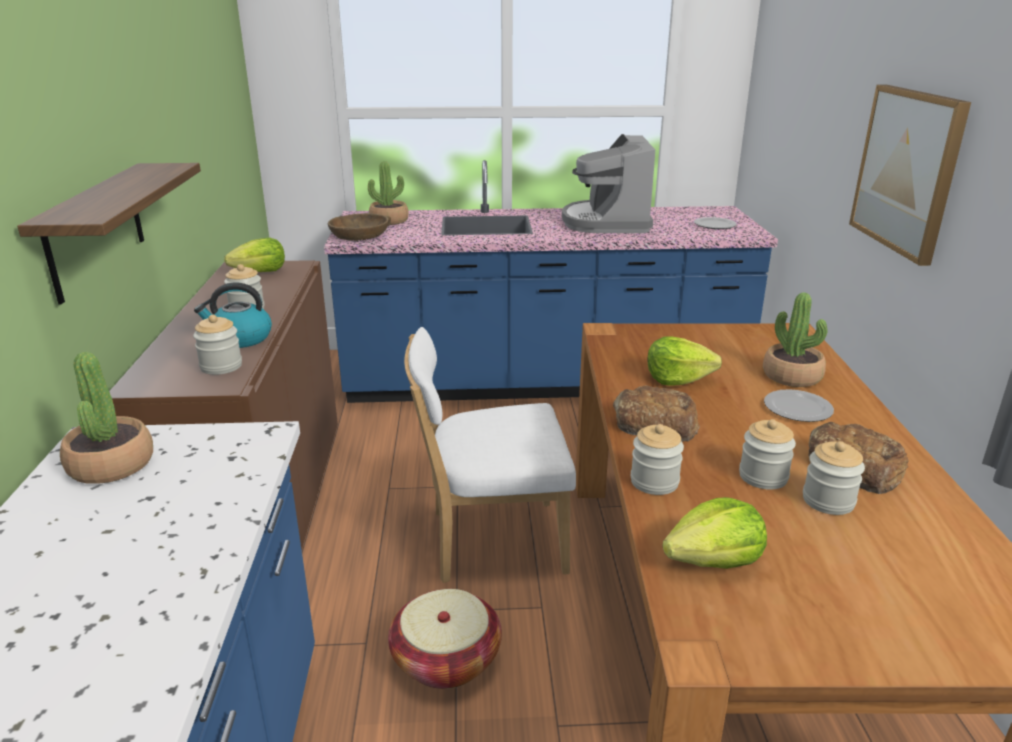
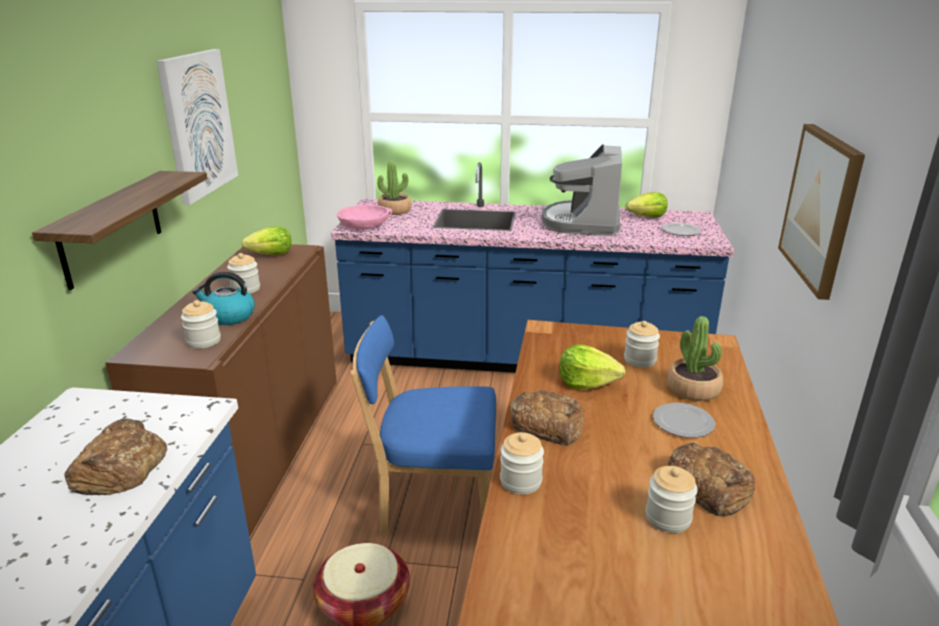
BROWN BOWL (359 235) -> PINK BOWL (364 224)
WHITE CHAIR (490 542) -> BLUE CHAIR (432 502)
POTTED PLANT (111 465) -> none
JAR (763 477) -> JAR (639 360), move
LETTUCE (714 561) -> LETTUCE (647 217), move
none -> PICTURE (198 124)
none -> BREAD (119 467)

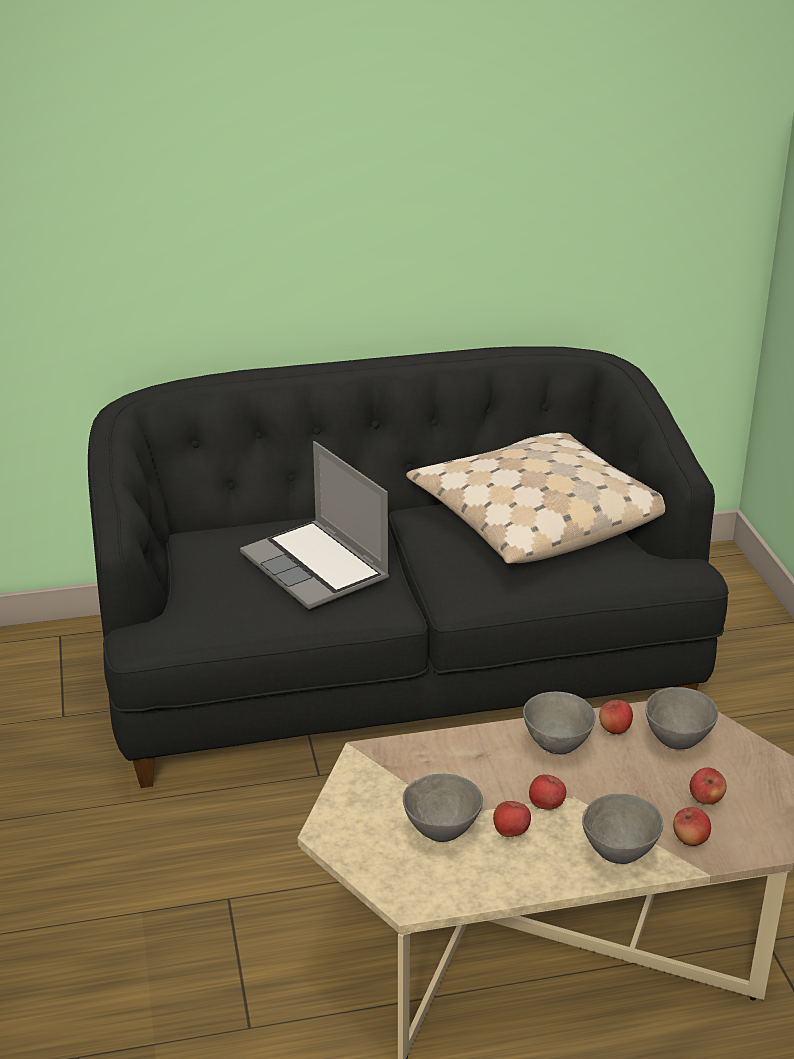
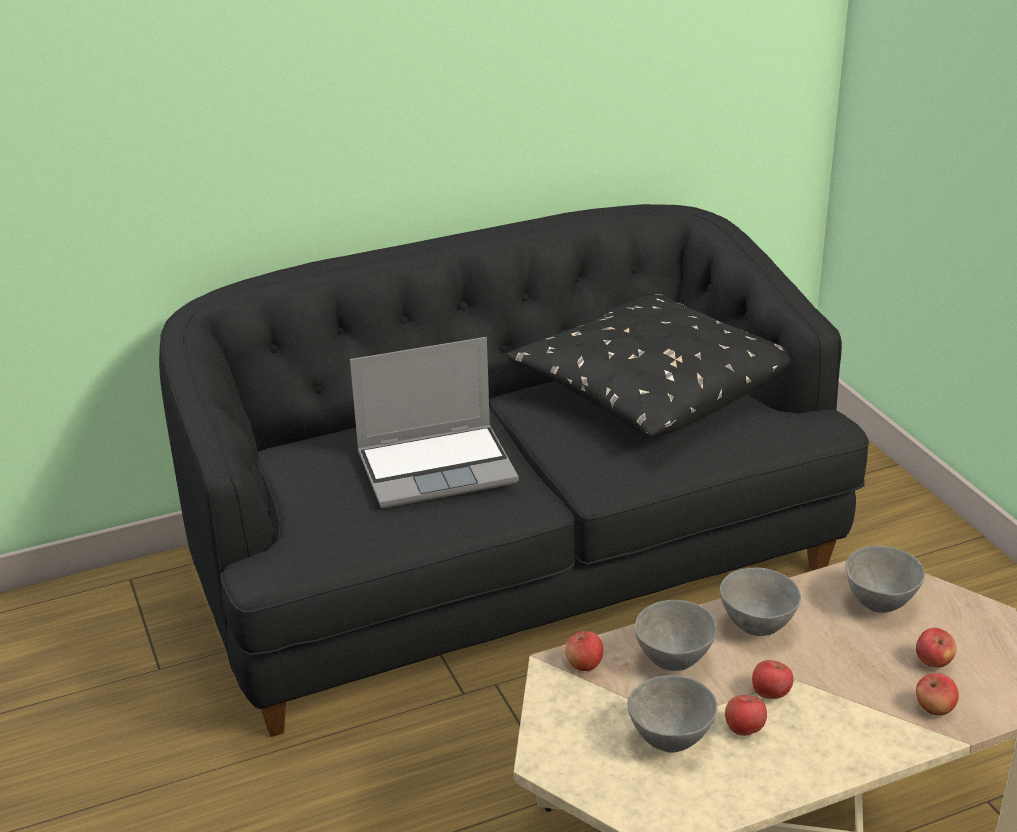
BEIGE PILLOW (535 519) -> BLACK PILLOW (650 387)
LAPTOP (317 568) -> LAPTOP (438 467), 60 degrees counterclockwise
APPLE (615 729) -> APPLE (584 665), move
GREY BOWL (619 854) -> GREY BOWL (674 661), move

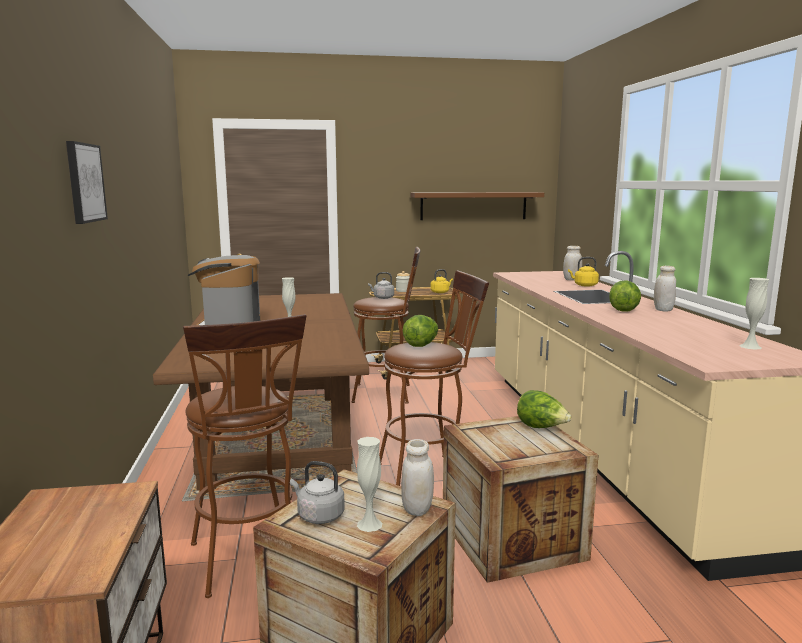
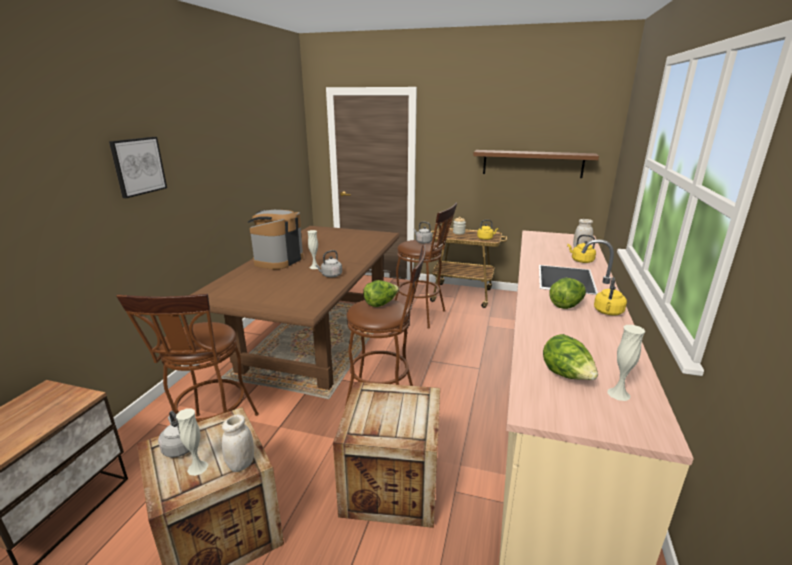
WHITE JAR (663 310) -> YELLOW KETTLE (608 312)
LETTUCE (541 428) -> LETTUCE (567 376), move
none -> GREY KETTLE (330 275)

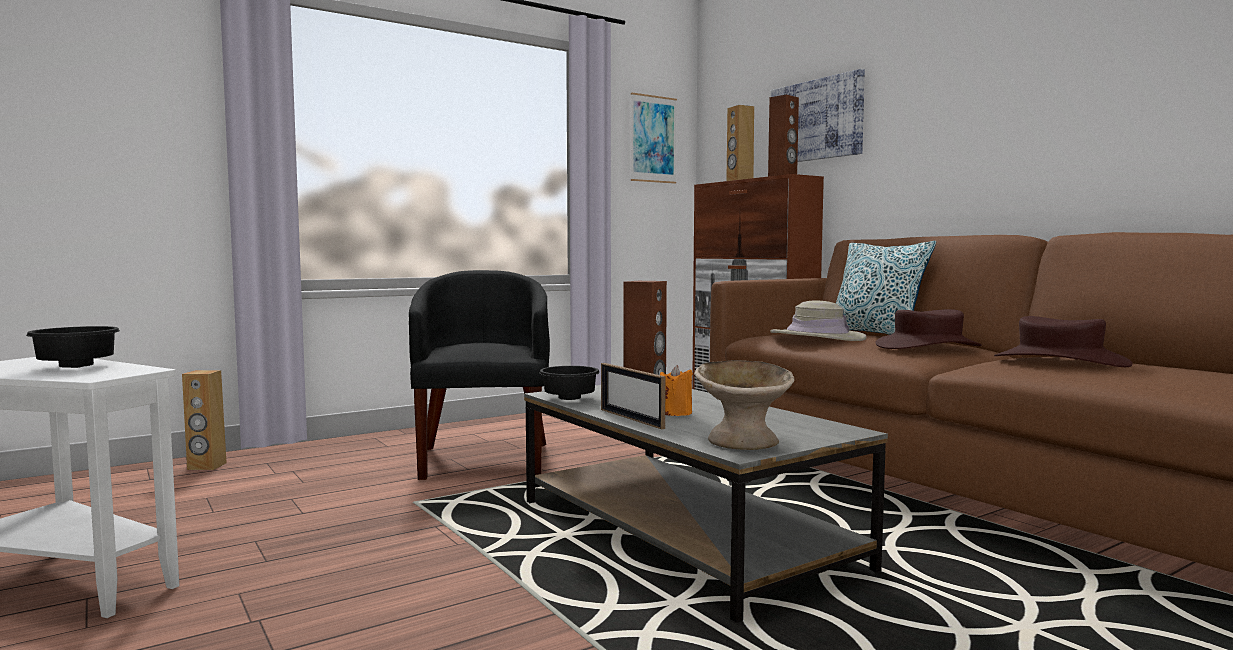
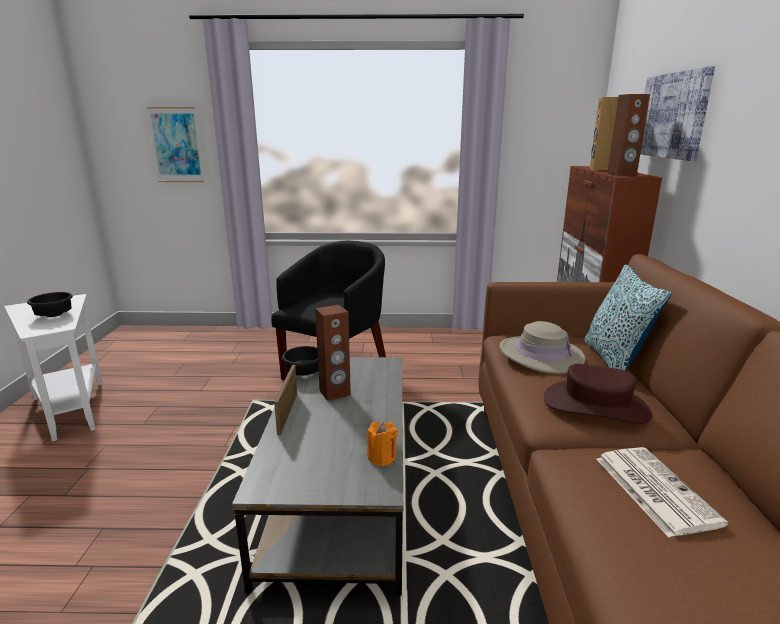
PICTURE (653 139) -> PICTURE (176 145), move
BROWN HAT (1059 361) -> NEWSPAPER (653 489)
BEIGE BOWL (743 442) -> none
ORANGE CANDLE (675 413) -> ORANGE CANDLE (382 457), move
BROWN SPEAKER (206 466) -> none

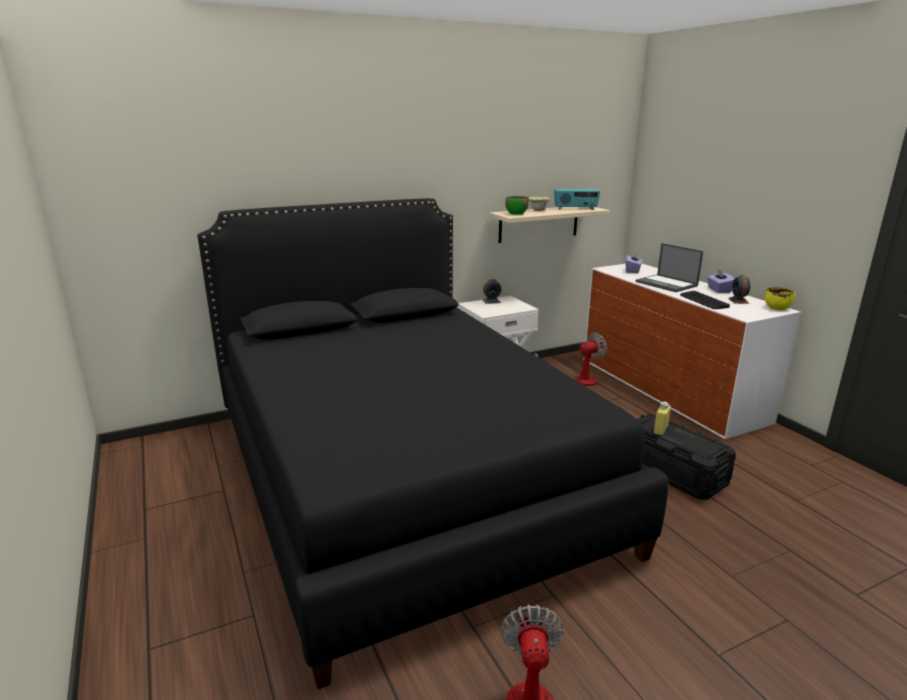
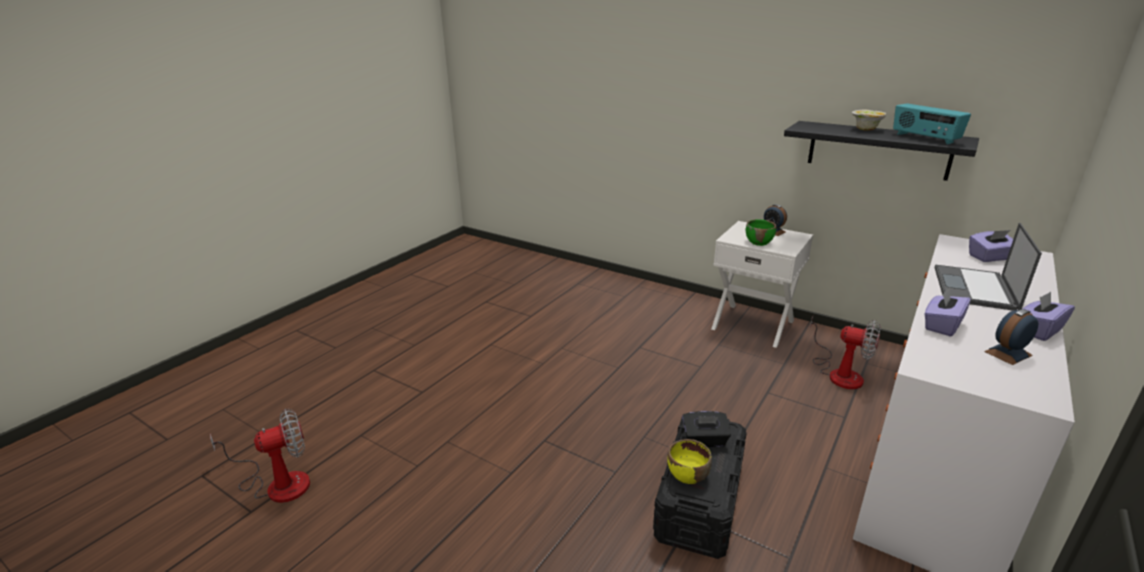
GREEN BOWL (516 213) -> GREEN BOWL (759 242), move
BLACK BED (404 478) -> none
BEIGE SHELF (538 223) -> BLACK SHELF (878 150)
YELLOW BOWL (777 308) -> YELLOW BOWL (687 475), move
KEYBOARD (703 301) -> PURPLE TISSUE BOX (941 325)
YELLOW BOTTLE (660 429) -> BLACK TISSUE BOX (704 440)

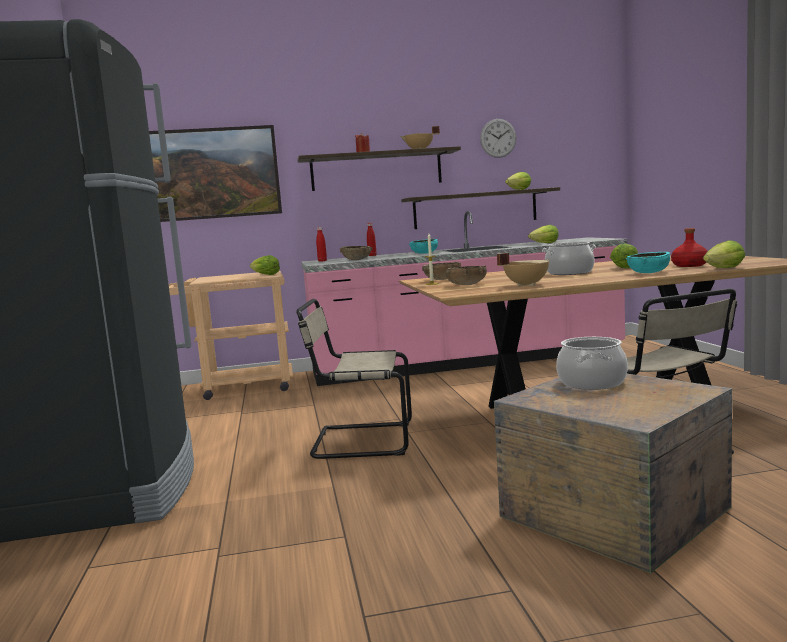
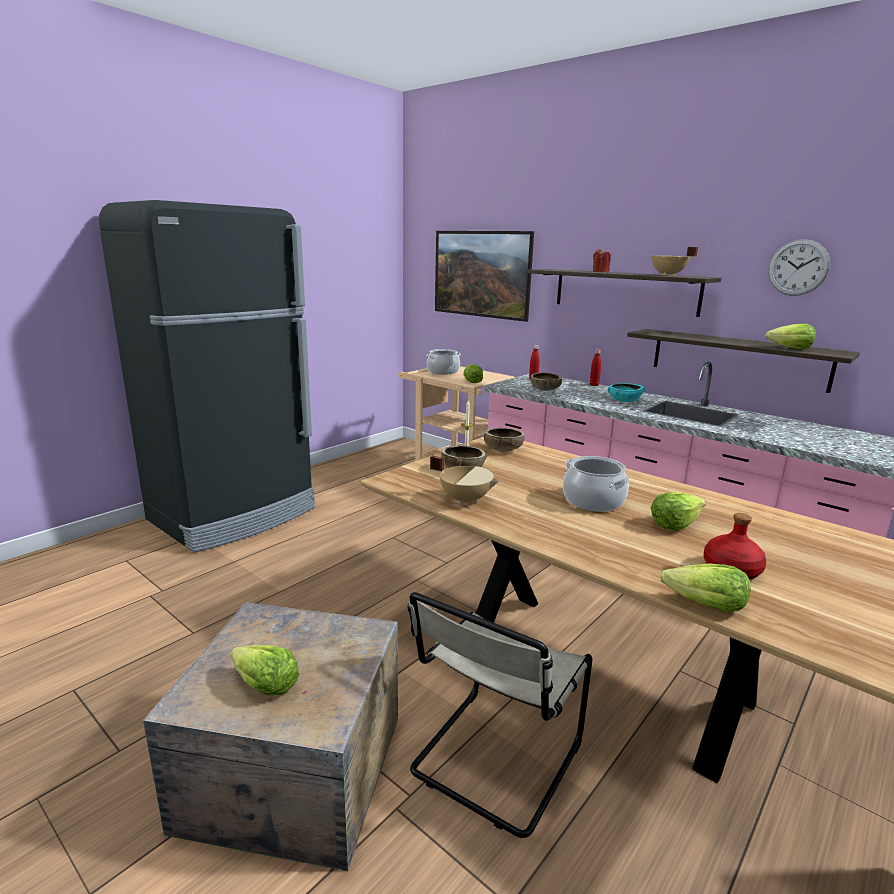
LETTUCE (545 243) -> LETTUCE (264 685), move
TURQUOISE BOWL (648 273) -> none
BEIGE CHAIR (359 441) -> none
COOKING POT (592 383) -> COOKING POT (443 372), move

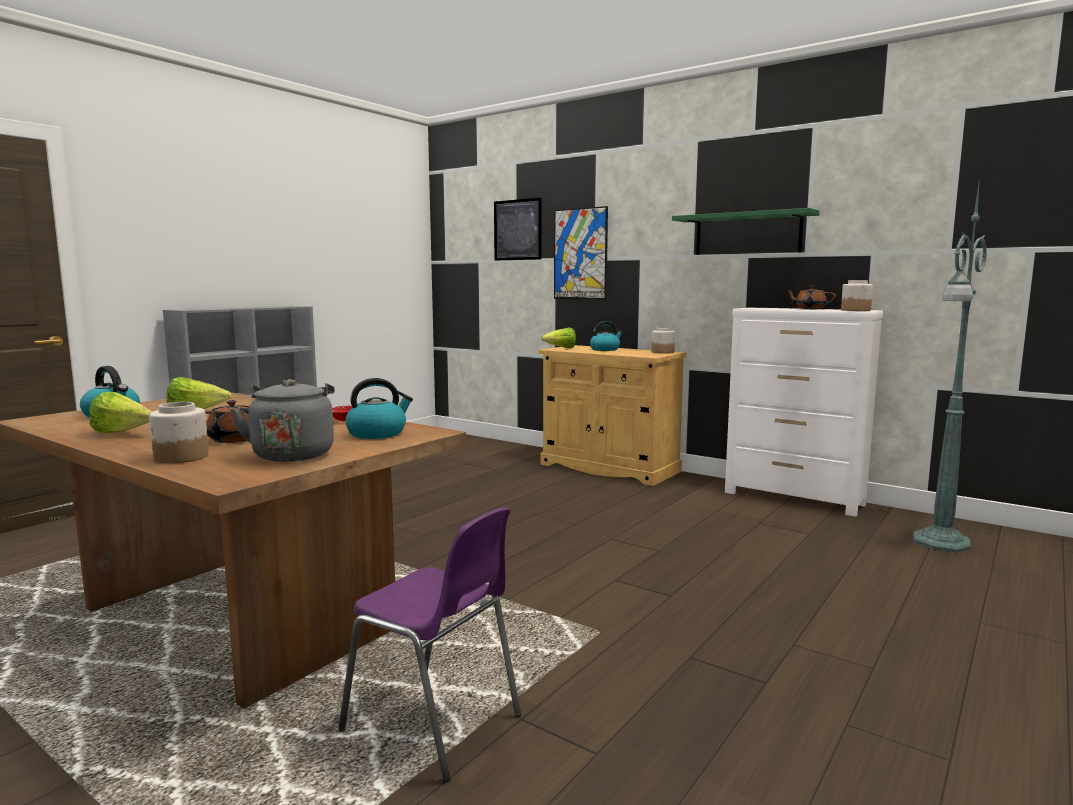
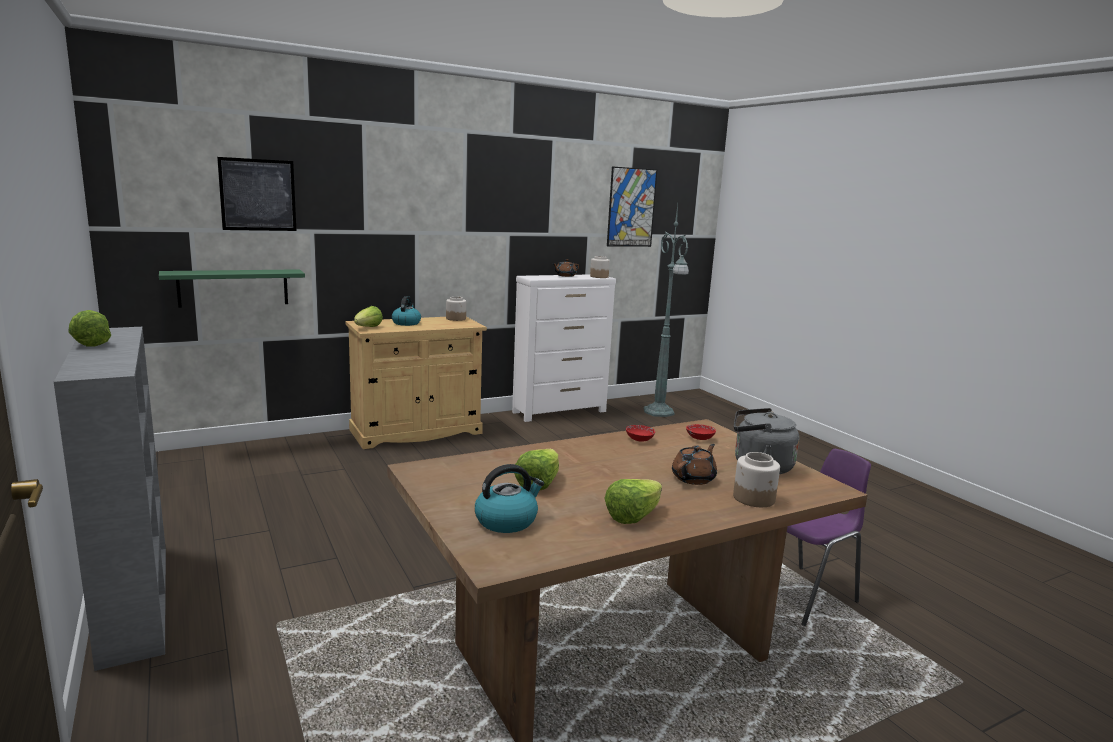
PICTURE (580 254) -> PICTURE (631 207), move
GREEN SHELF (747 234) -> GREEN SHELF (233 288), move
KETTLE (377 433) -> RED BOWL (699 438)
none -> LETTUCE (89 343)

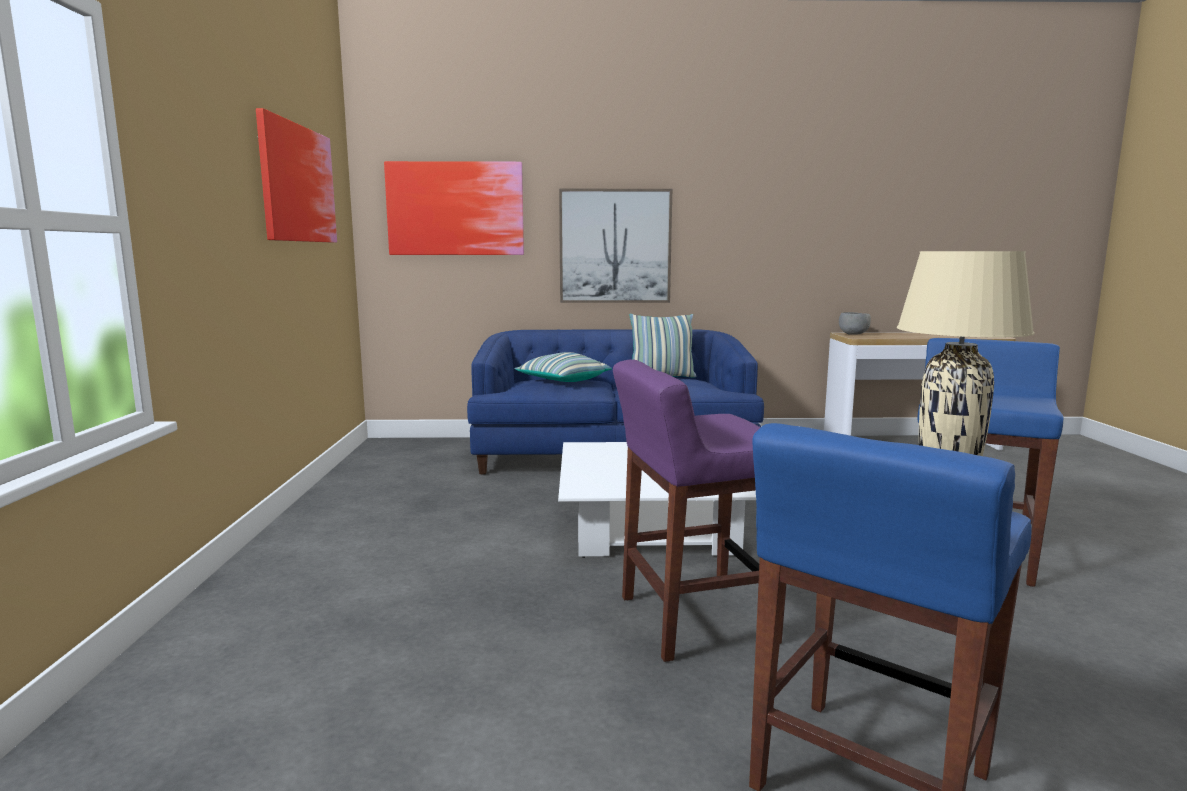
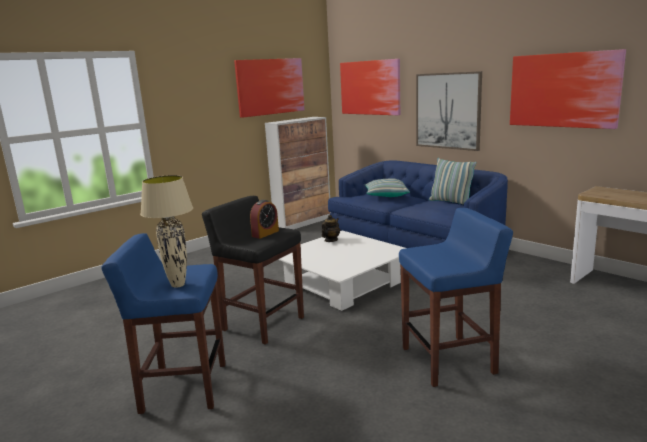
GREY BOWL (853 334) -> none
PURPLE STOOL (693 620) -> BLACK STOOL (262 323)
none -> PICTURE (563 90)
none -> CABINET (303 222)
none -> ALARM CLOCK (265 233)
none -> TEAPOT (331 240)

